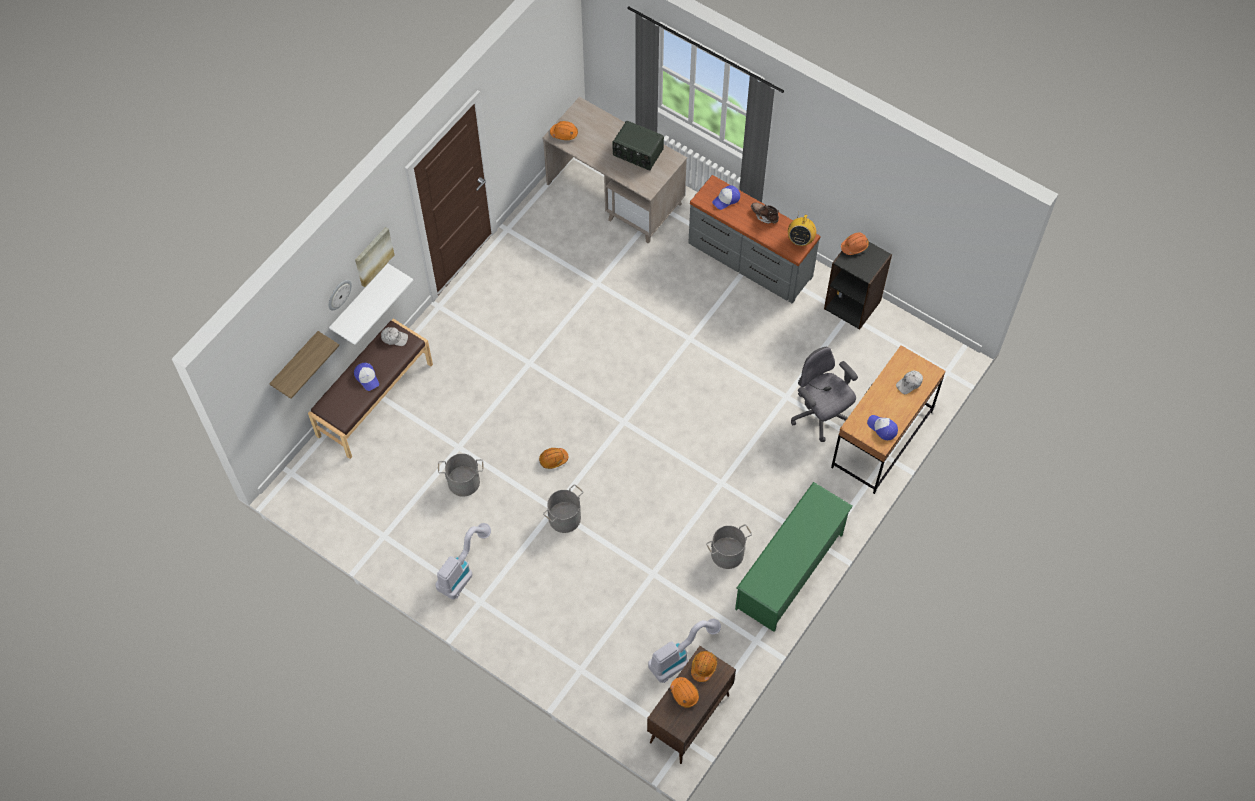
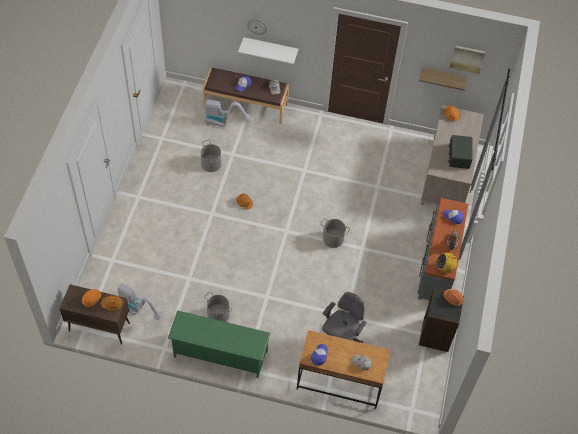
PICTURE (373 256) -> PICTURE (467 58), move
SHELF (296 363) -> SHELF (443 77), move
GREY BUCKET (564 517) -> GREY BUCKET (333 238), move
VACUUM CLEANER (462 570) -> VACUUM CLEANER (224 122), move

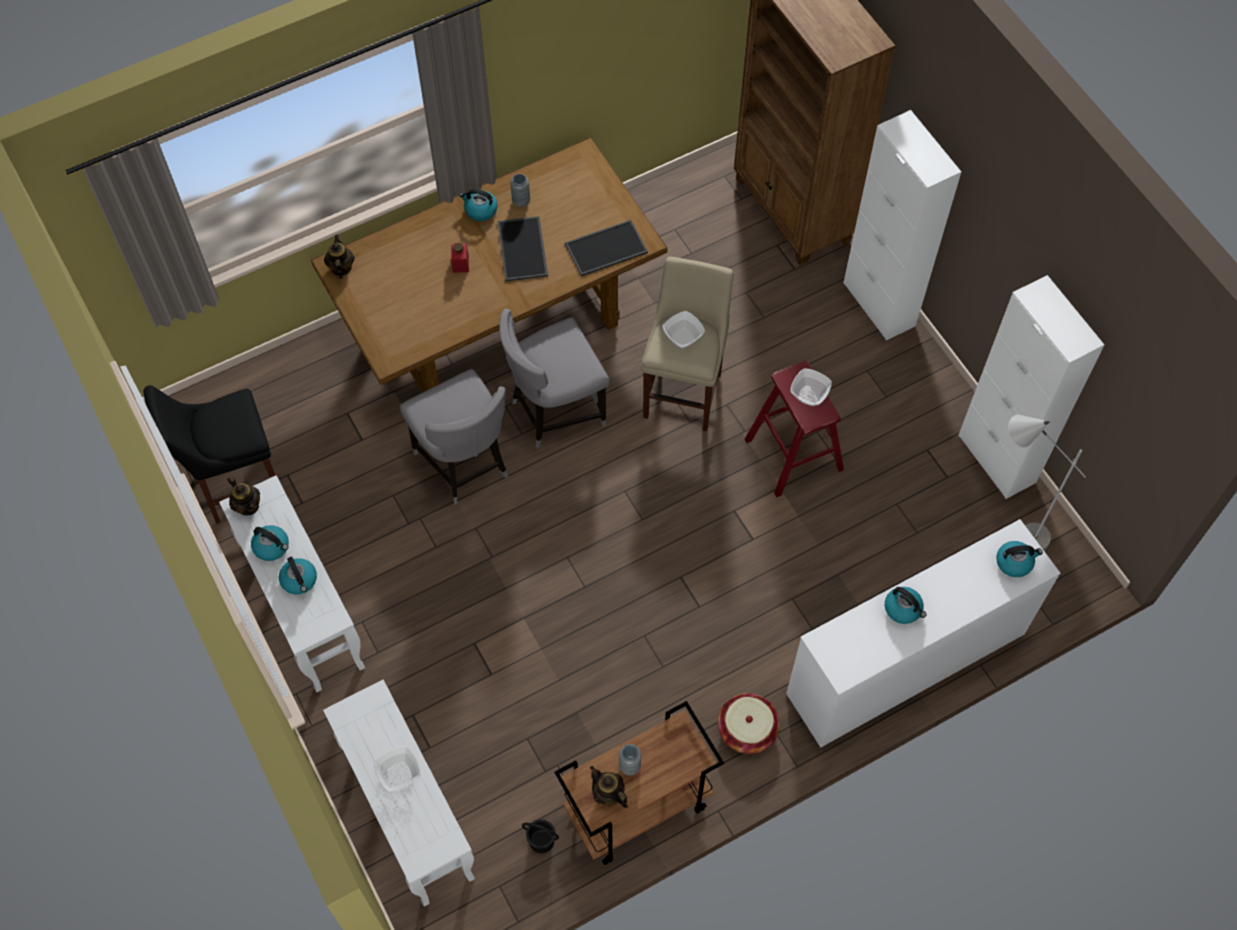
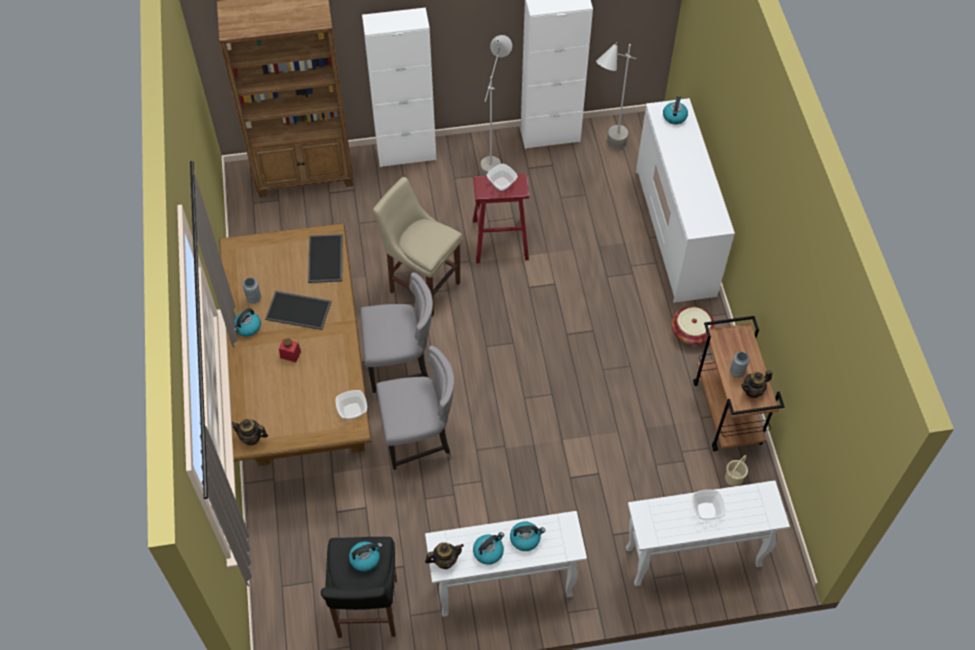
GREY CHAIR (555 411) -> GREY CHAIR (401 369), 90 degrees counterclockwise
BOWL (682 338) -> BOWL (352 411), move
KETTLE (903 609) -> KETTLE (365 558), move
BLACK BUCKET (541 841) -> BEIGE BUCKET (734 478)
none -> GREY FLOOR LAMP (494 160)

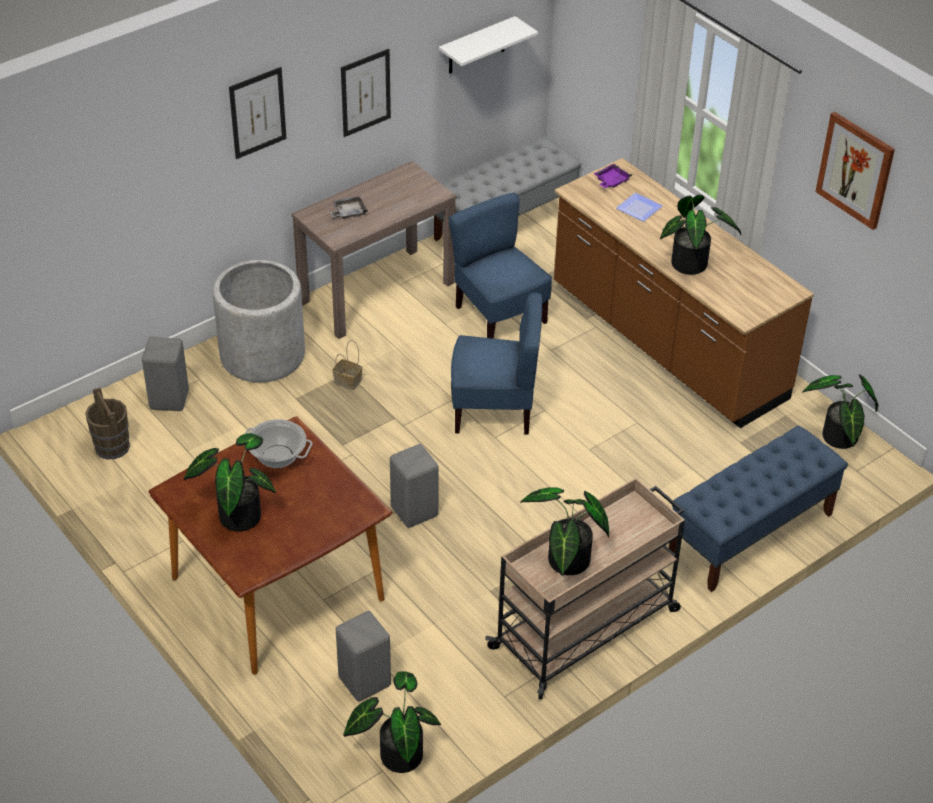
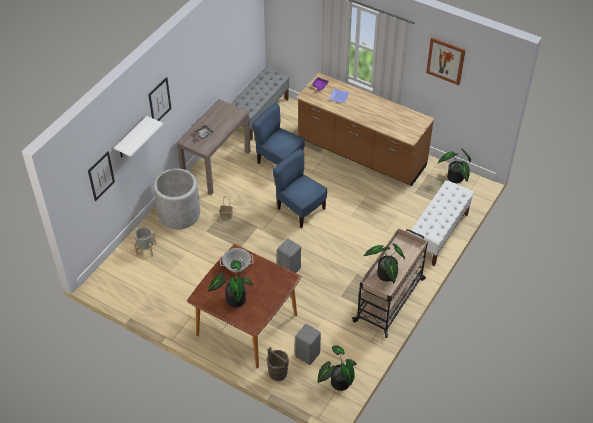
WHITE SHELF (476 46) -> WHITE SHELF (131 138), move
PICTURE (365 92) -> PICTURE (101 176), move
POTTED PLANT (693 265) -> none
BLUE CHAIR (494 410) -> BLUE CHAIR (300 209), 120 degrees counterclockwise
GREY STOOL (168 399) -> GREY PLANTER (146 249)
BROWN BUCKET (112 447) -> BROWN BUCKET (278 373), move
BLUE BENCH (750 534) -> WHITE BENCH (438 234)

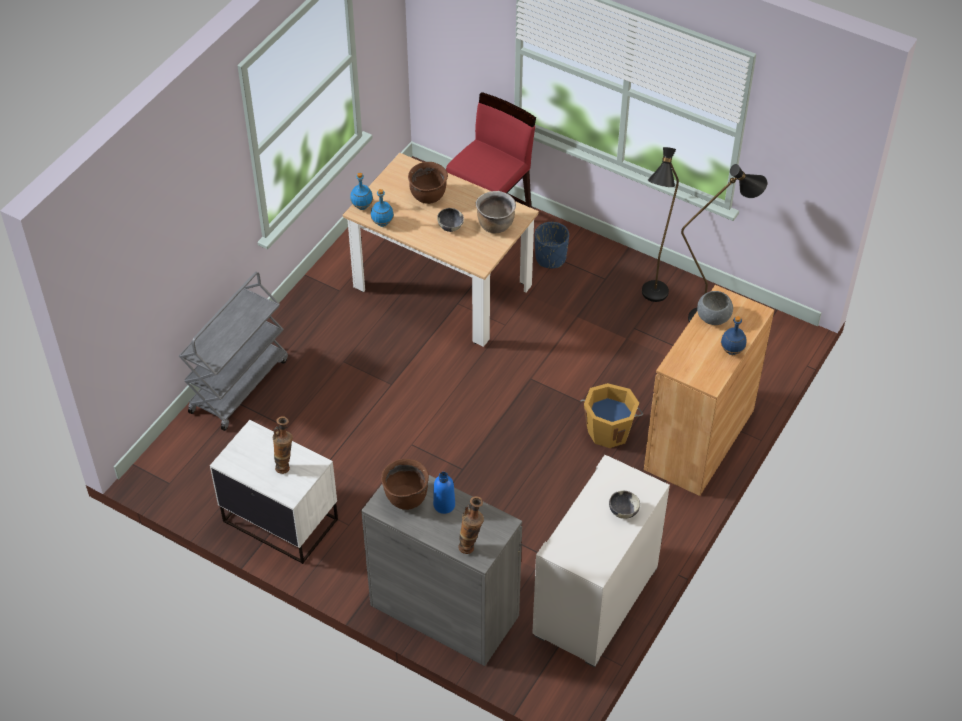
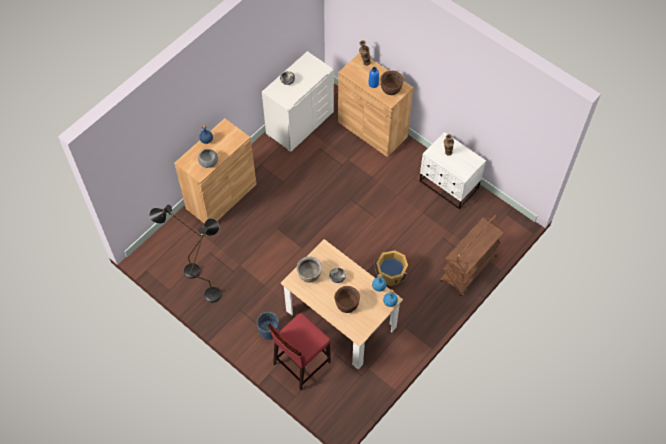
GREY CART (239 385) -> BROWN CART (469 269)
ORANGE BUCKET (609 430) -> ORANGE BUCKET (390 276), move
GREY CABINET (444 610) -> BROWN CABINET (372 129)

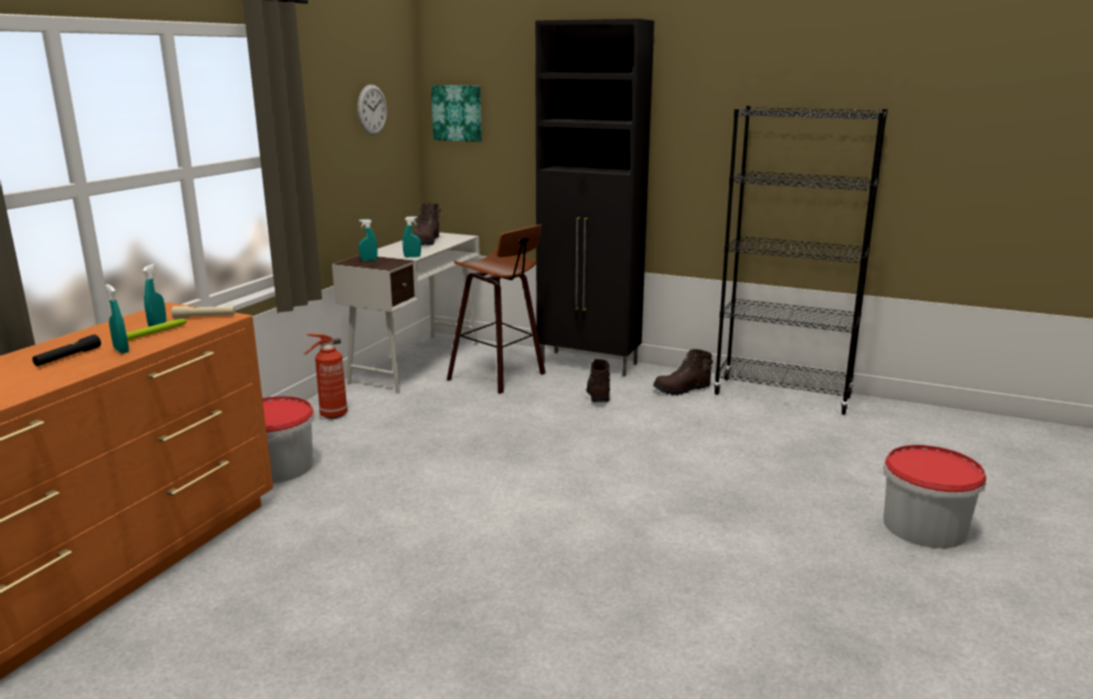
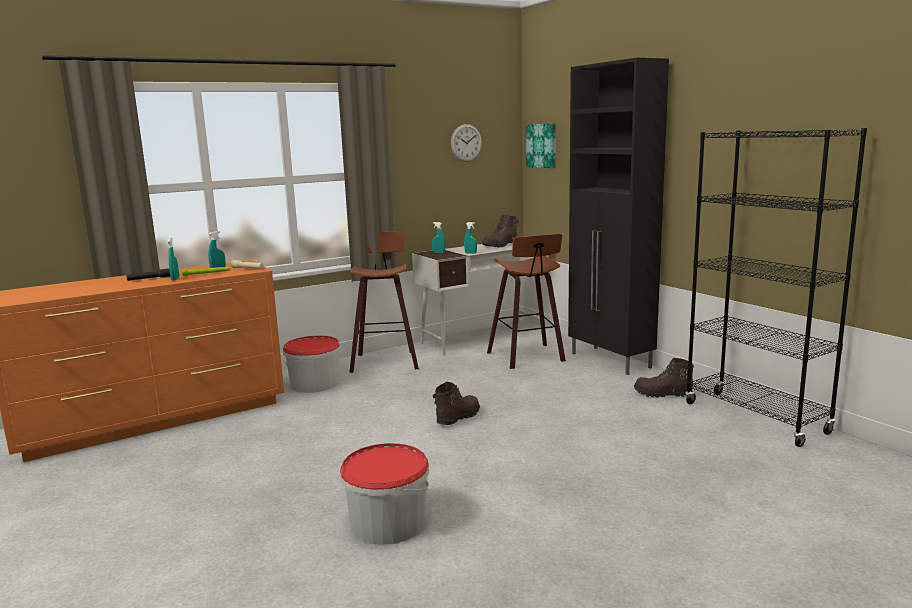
FIRE EXTINGUISHER (332 415) -> STOOL (384 361)
BROWN BOOT (598 395) -> BROWN BOOT (457 417), move
BUCKET (925 527) -> BUCKET (388 523), move

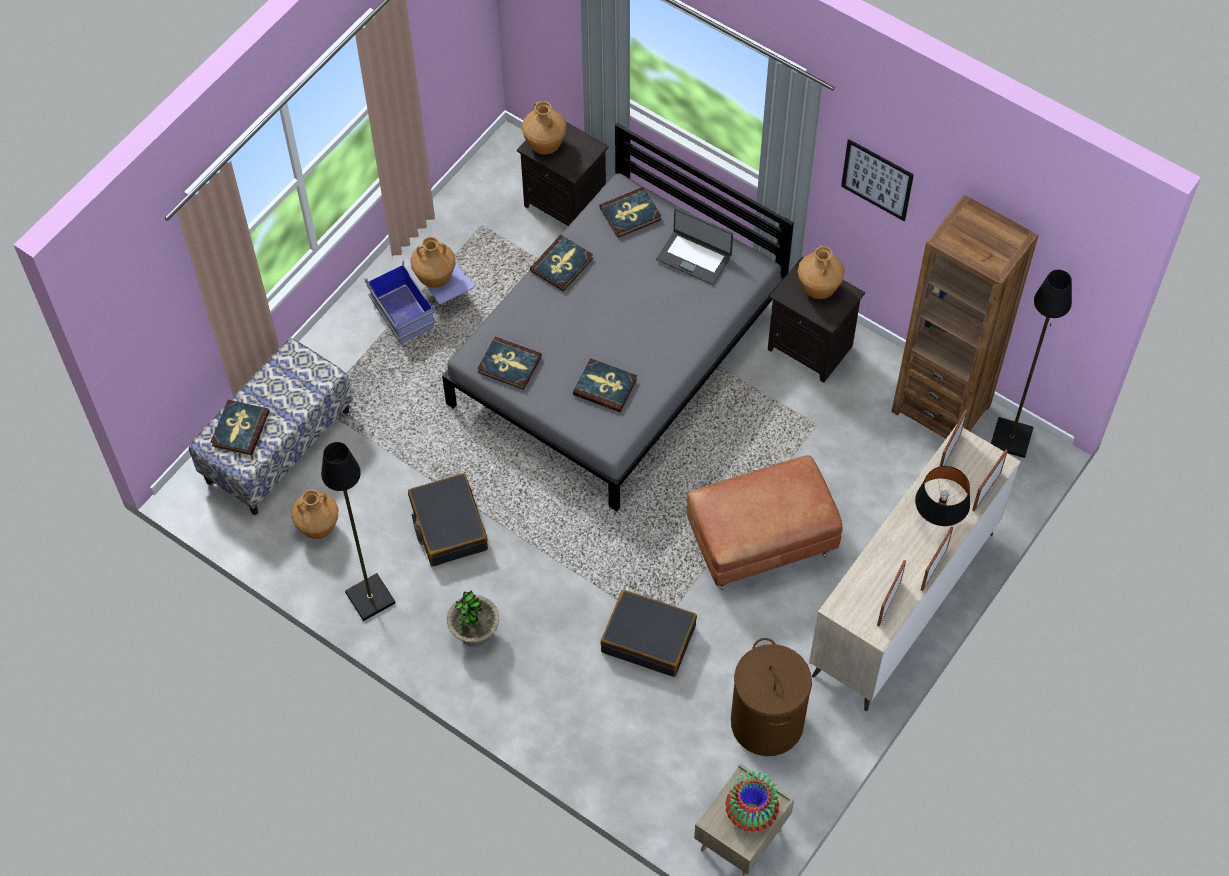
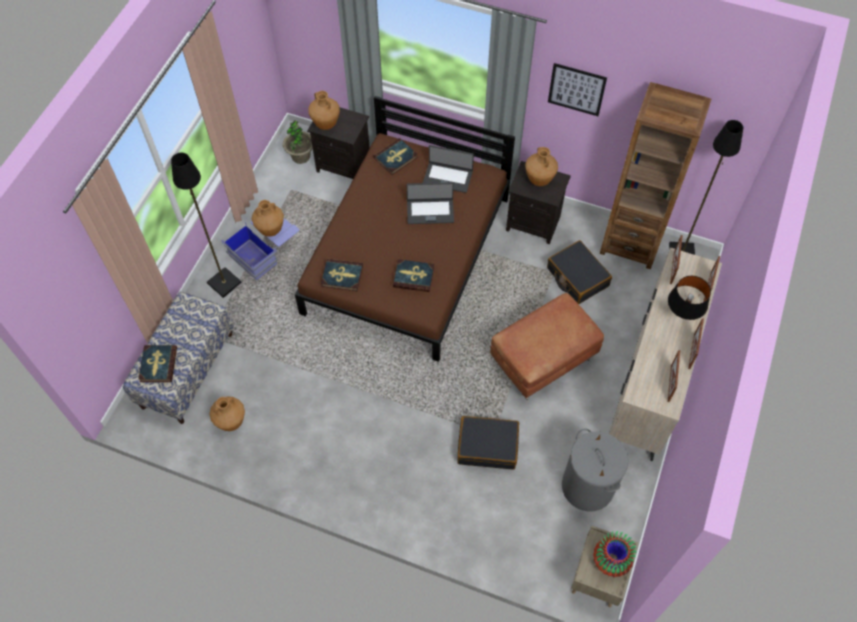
GREY BED (618 354) -> BROWN BED (407 255)
BOOK (562 265) -> none
BLACK FLOOR LAMP (369 598) -> BLACK FLOOR LAMP (223 283), move
BLACK SUITCASE (448 526) -> BLACK SUITCASE (577 277), move
POTTED PLANT (475 633) -> POTTED PLANT (301 156), move
BROWN LAUNDRY BASKET (766 722) -> GREY LAUNDRY BASKET (587 486)
none -> LAPTOP (430 211)

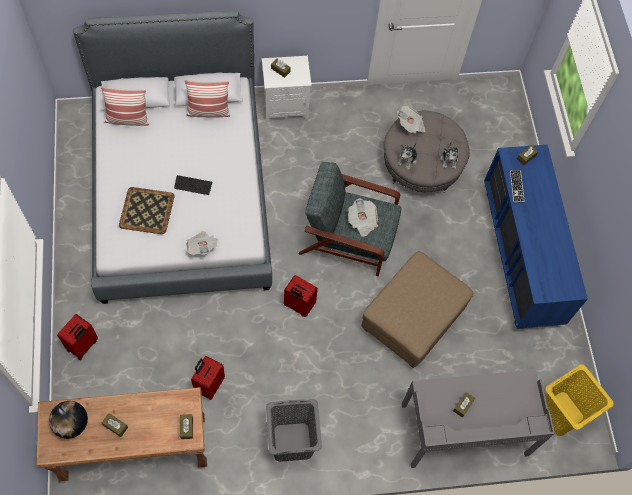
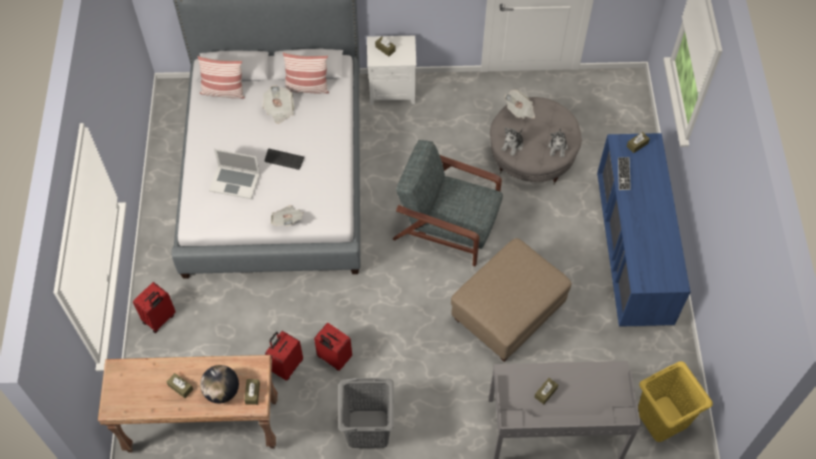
TRAY (147 210) -> LAPTOP (235 181)
NEWSPAPER (362 221) -> NEWSPAPER (279 110), move
RED SUITCASE (298 305) -> RED SUITCASE (334 358), move
GLOBE (72 424) -> GLOBE (222 391), move

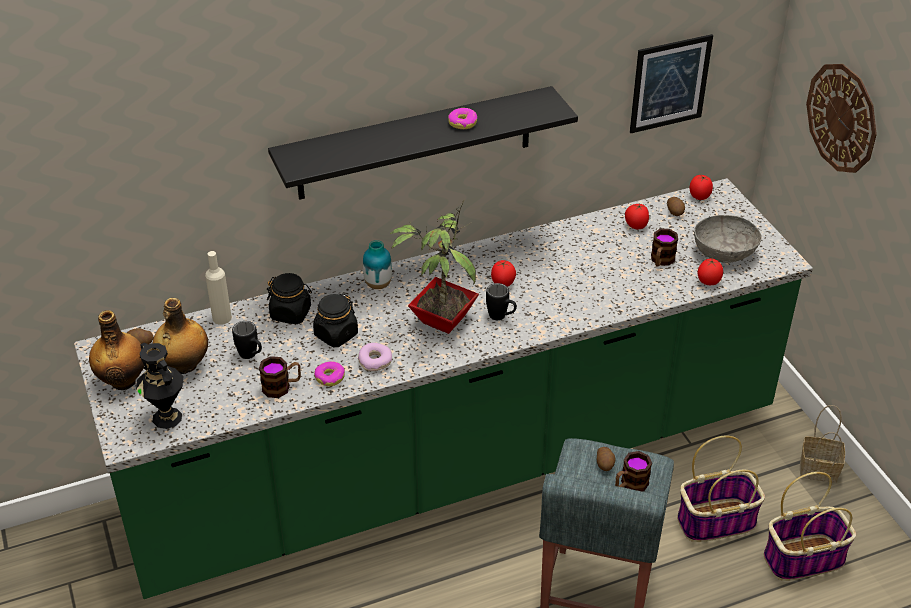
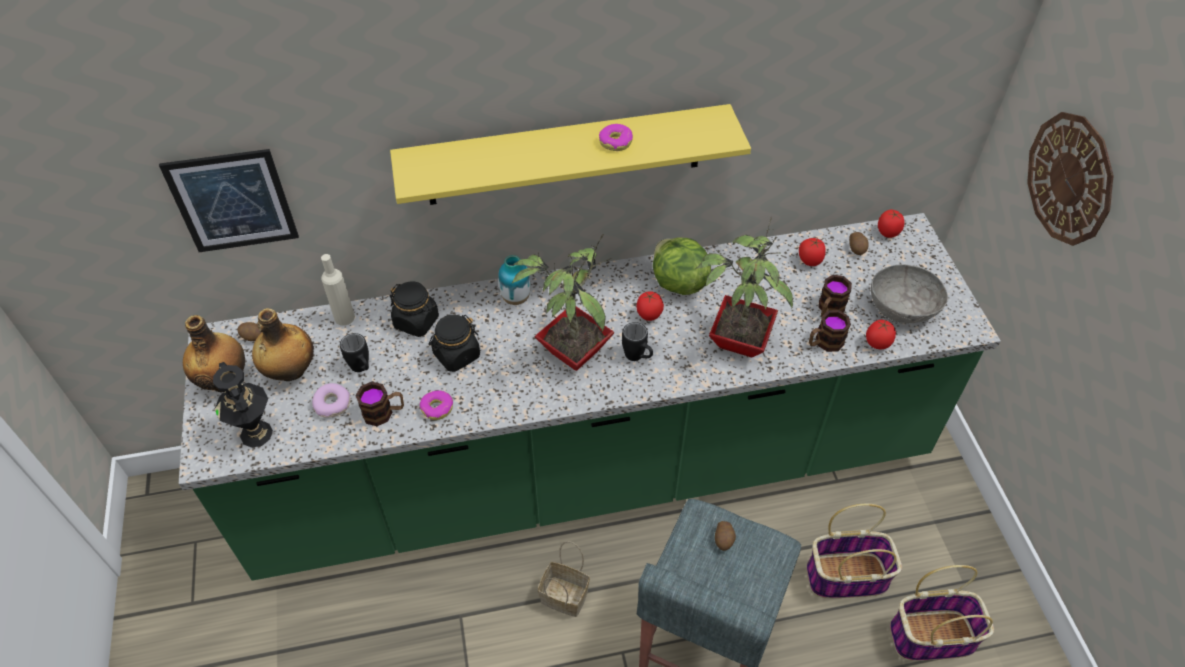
PICTURE (670 83) -> PICTURE (232 201), move
BLACK SHELF (415 144) -> YELLOW SHELF (565 155)
DONUT (375 361) -> DONUT (333 404), move
BASKET (820 469) -> BASKET (566 596), move
MUG (630 485) -> MUG (824 343), move
none -> POTTED PLANT (737 340)
none -> LETTUCE (678 283)

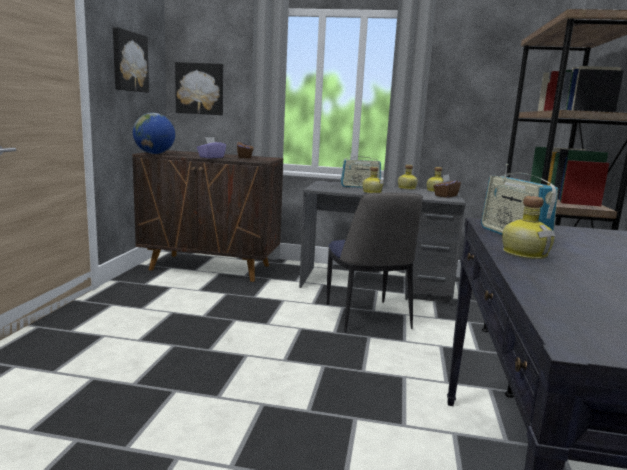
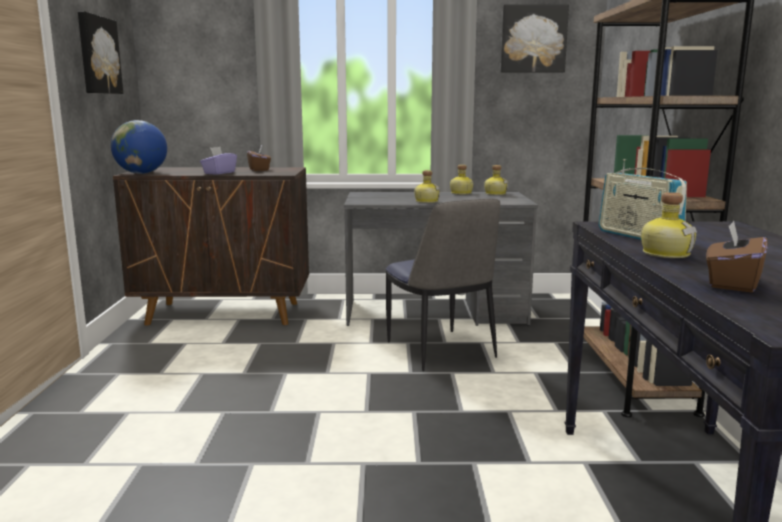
PICTURE (200 89) -> PICTURE (533 39), move
RADIO (360 187) -> none
BROWN TISSUE BOX (445 196) -> BROWN TISSUE BOX (732 283), move

